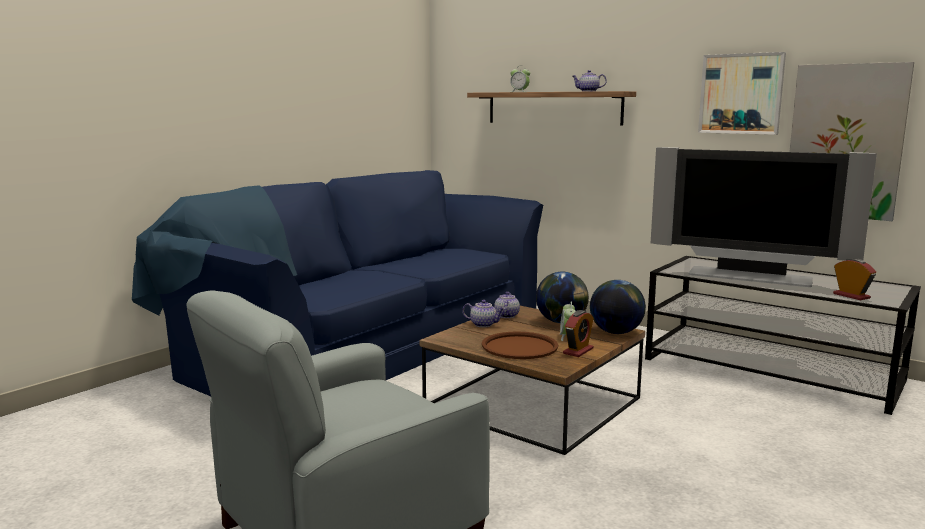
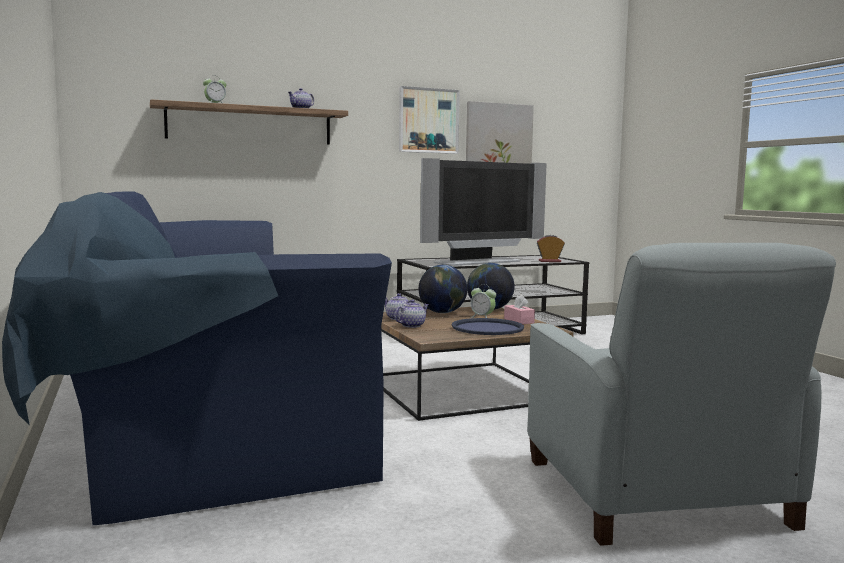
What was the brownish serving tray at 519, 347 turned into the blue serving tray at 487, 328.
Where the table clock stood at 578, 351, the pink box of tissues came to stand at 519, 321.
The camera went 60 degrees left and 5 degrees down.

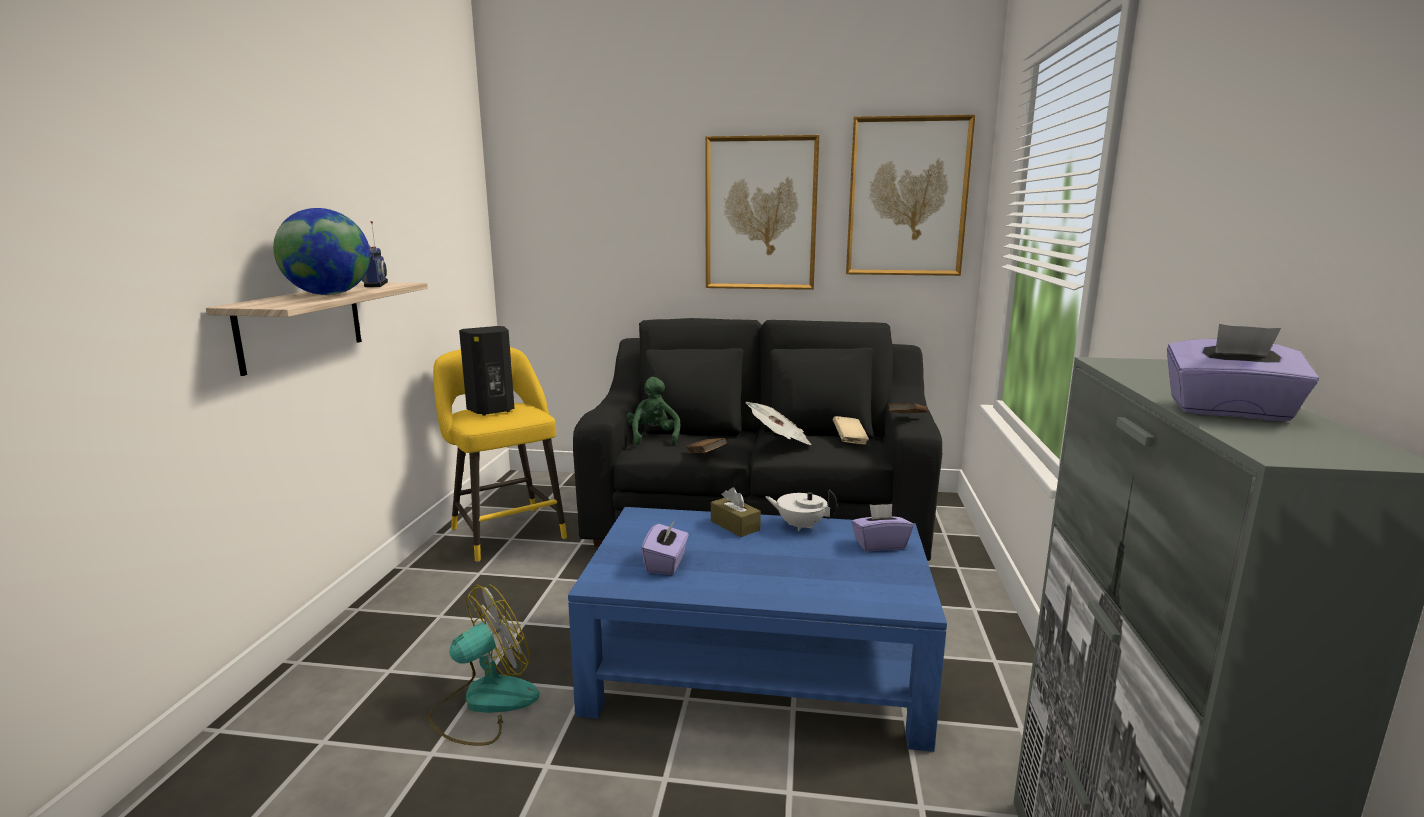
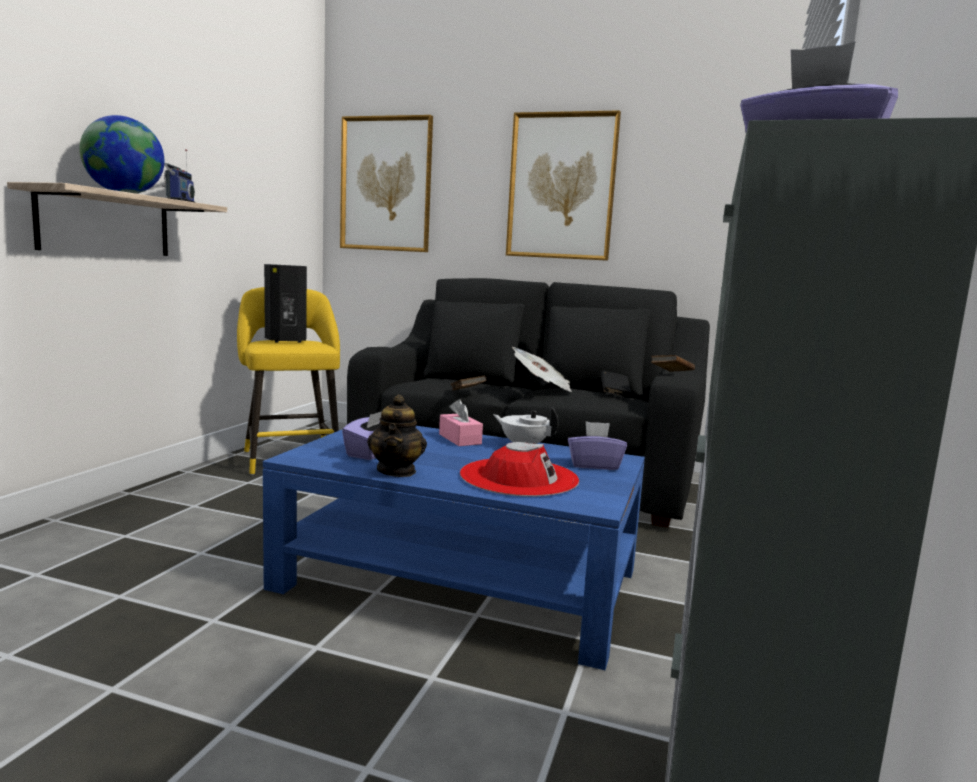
The wall picture ended up elsewhere, having gone from 907, 197 to 386, 184.
The second view gained the tea pot at 397, 471.
What was the brownish box of tissues at 735, 525 turned into the pink box of tissues at 460, 439.
The second view gained the red-coloured wearable hat at 519, 477.
What was the sand-coloured volume at 849, 440 turned into the black volume at 614, 394.
The second view lost the fan at 484, 704.
The second view lost the green-coloured cuddly toy at 653, 437.
The camera went 10 degrees right and 5 degrees down.

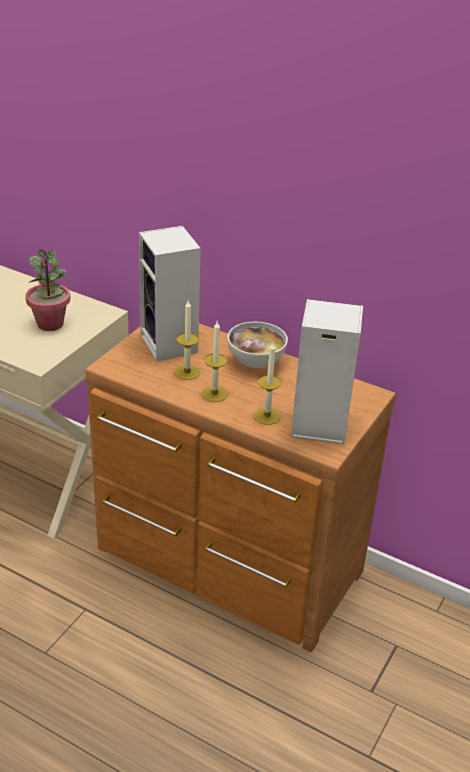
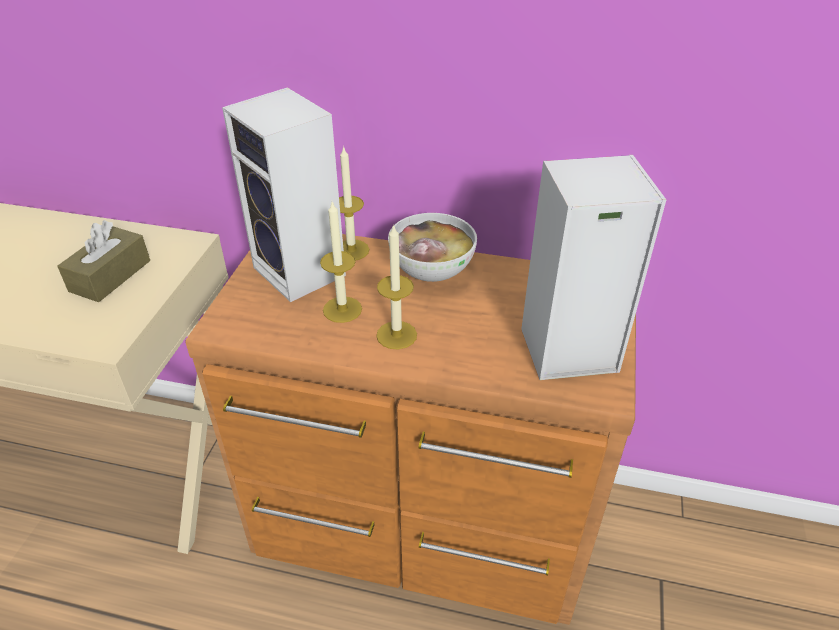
Where the houseplant stood at 50, 324, the brownish box of tissues came to stand at 110, 276.
The wax light ended up elsewhere, having gone from 267, 416 to 351, 250.
The camera went 15 degrees left and 5 degrees up.

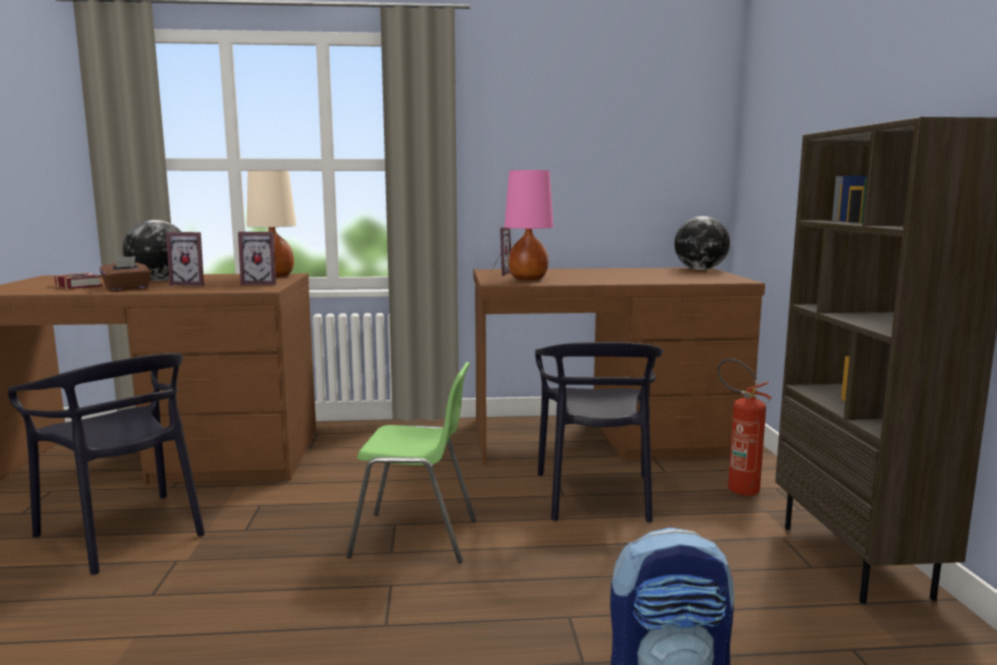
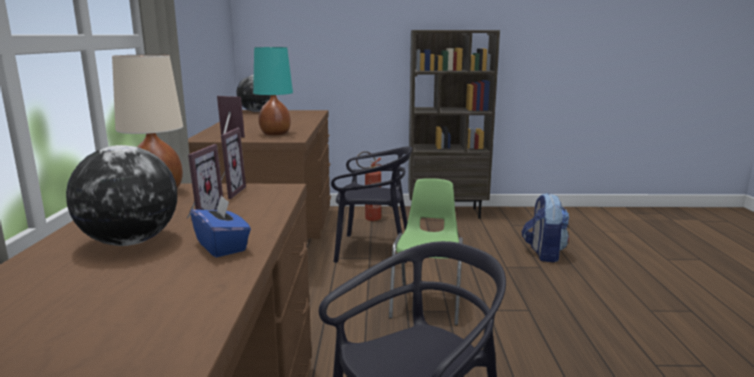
What was the brownish box of tissues at 127, 288 turned into the blue box of tissues at 222, 246.
What was the pink lamp for a table at 527, 279 turned into the turquoise-coloured lamp for a table at 275, 134.
The second view lost the volume at 79, 285.
The camera went 85 degrees left and 5 degrees up.

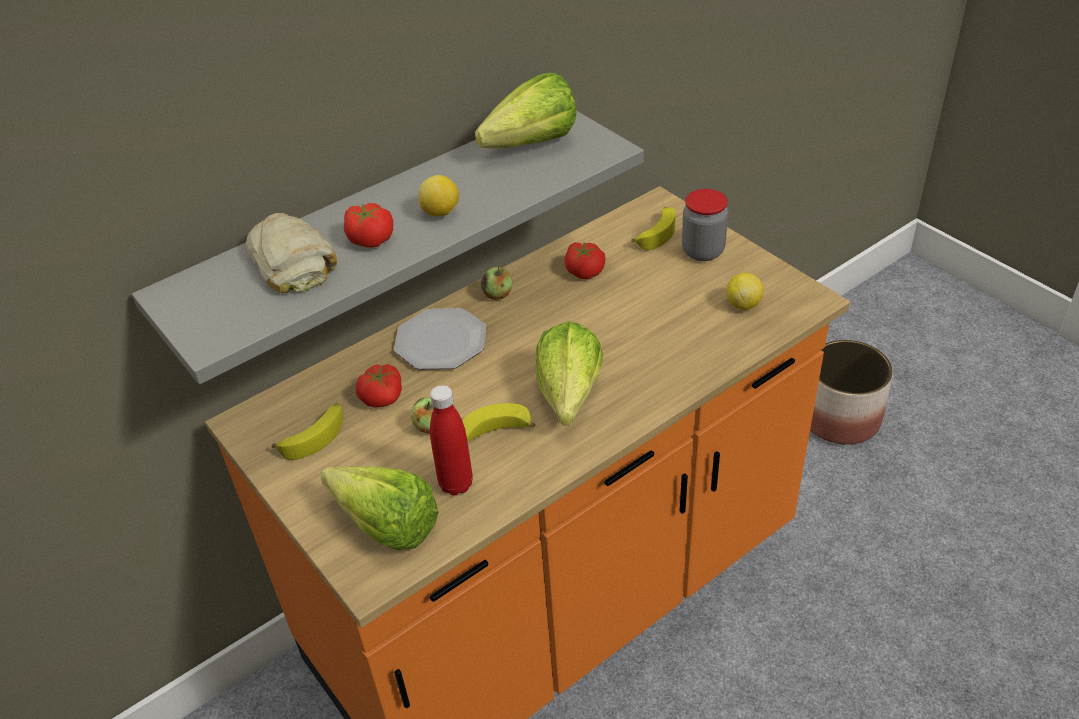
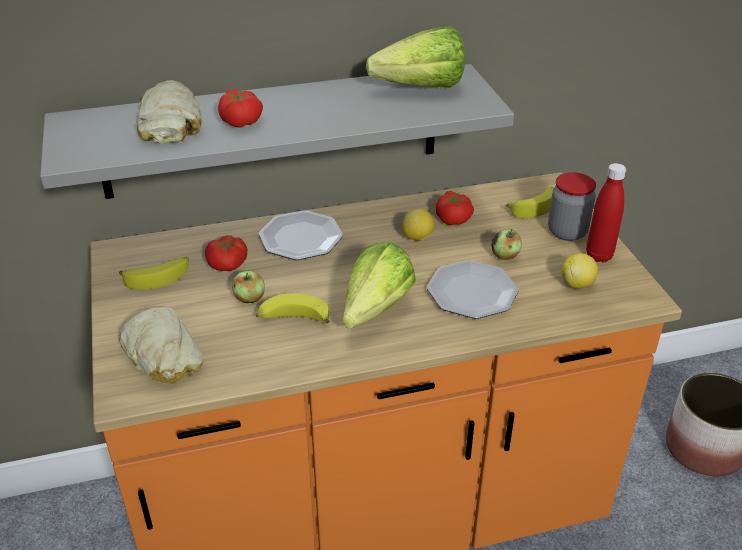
Where the lettuce head stood at 380, 520, the bakery bread came to stand at 162, 354.
The whole lemon ended up elsewhere, having gone from 441, 213 to 417, 238.
The second view gained the plate at 471, 293.
The apple fruit ended up elsewhere, having gone from 498, 295 to 505, 255.
The red-coloured beverage bottle ended up elsewhere, having gone from 456, 484 to 599, 256.
The camera went 20 degrees right and 5 degrees down.

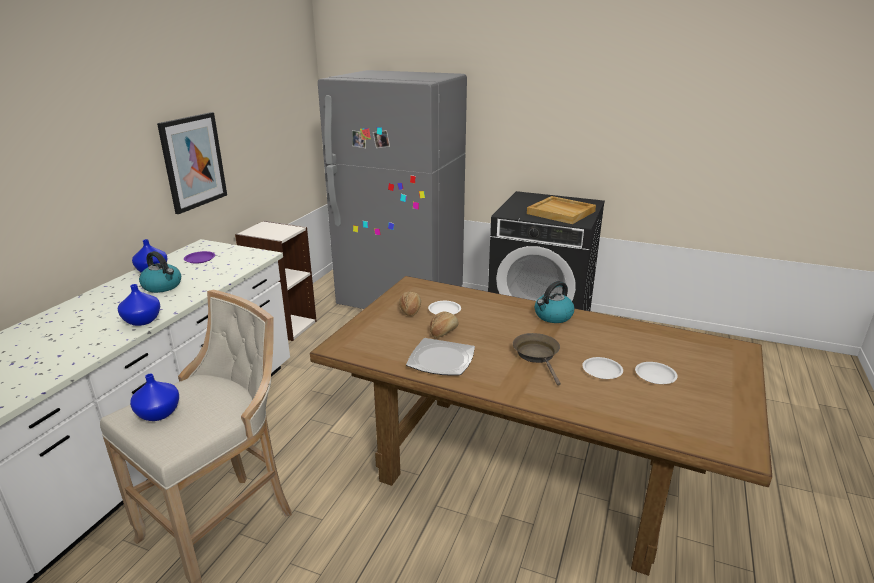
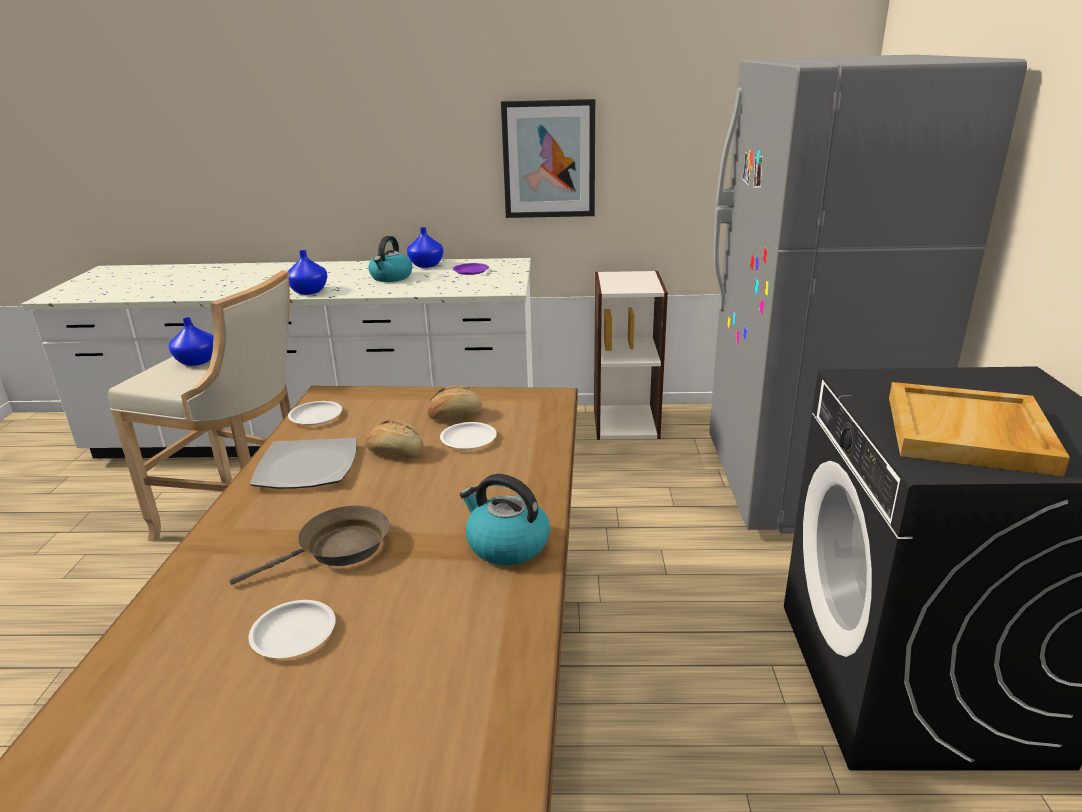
The white-coloured plate ended up elsewhere, having gone from 655, 375 to 316, 416.
The camera went 70 degrees right and 0 degrees up.

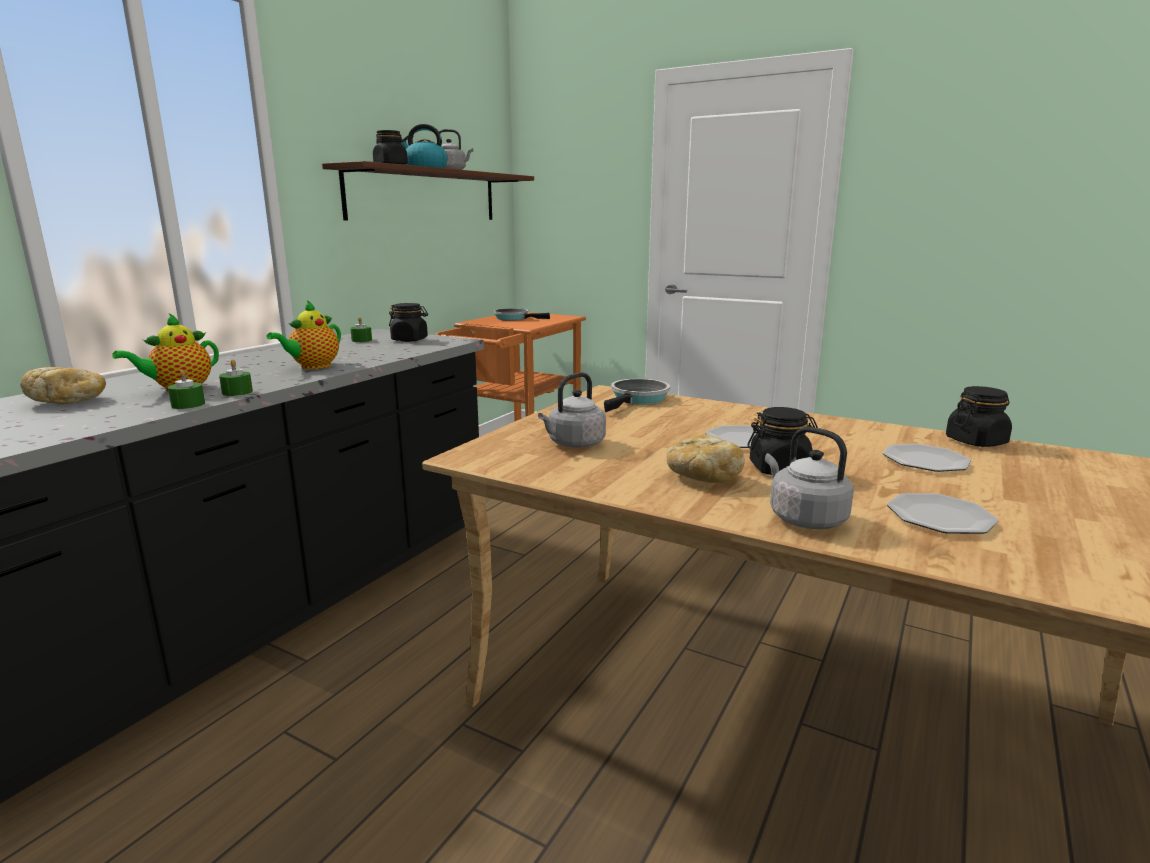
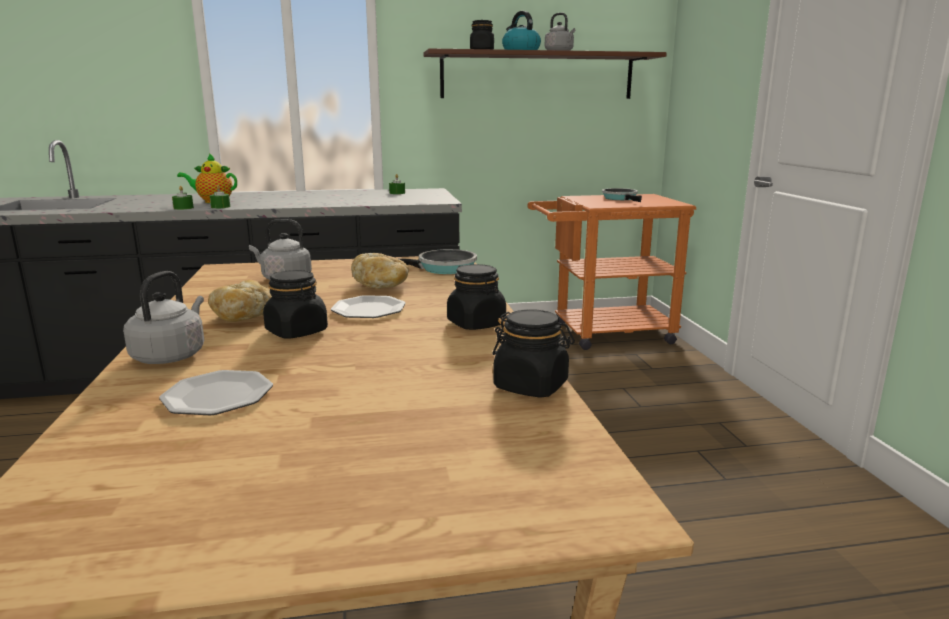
The bakery bread ended up elsewhere, having gone from 70, 401 to 381, 285.
The black storage jar ended up elsewhere, having gone from 410, 340 to 476, 324.
The second view lost the tea pot at 313, 367.
The second view lost the plate at 925, 461.
The camera went 50 degrees right and 0 degrees up.

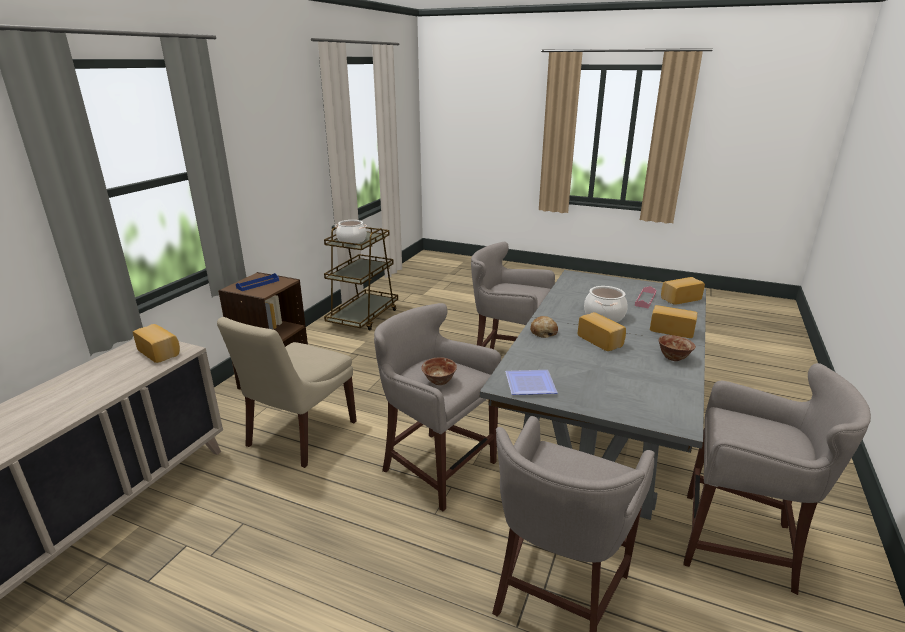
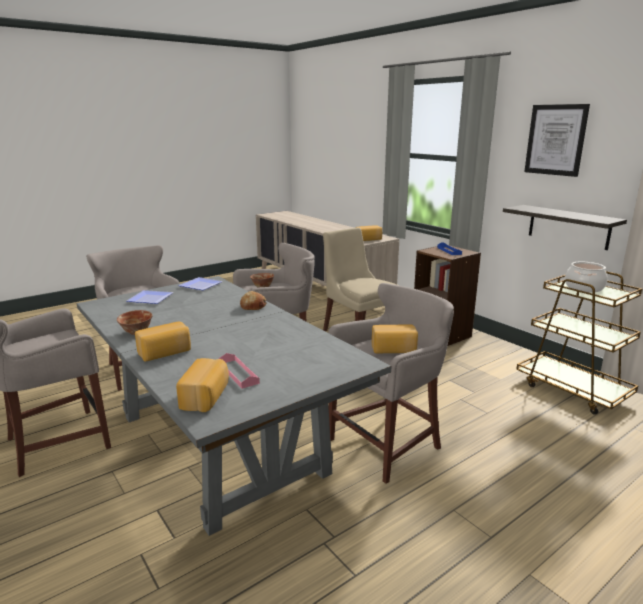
The second view gained the plate at 150, 299.
The bakery bread ended up elsewhere, having gone from 601, 340 to 394, 350.
The second view gained the shelf at 568, 227.
The second view gained the wall picture at 555, 140.
The second view lost the saucepot at 604, 315.
The camera went 120 degrees right and 5 degrees down.

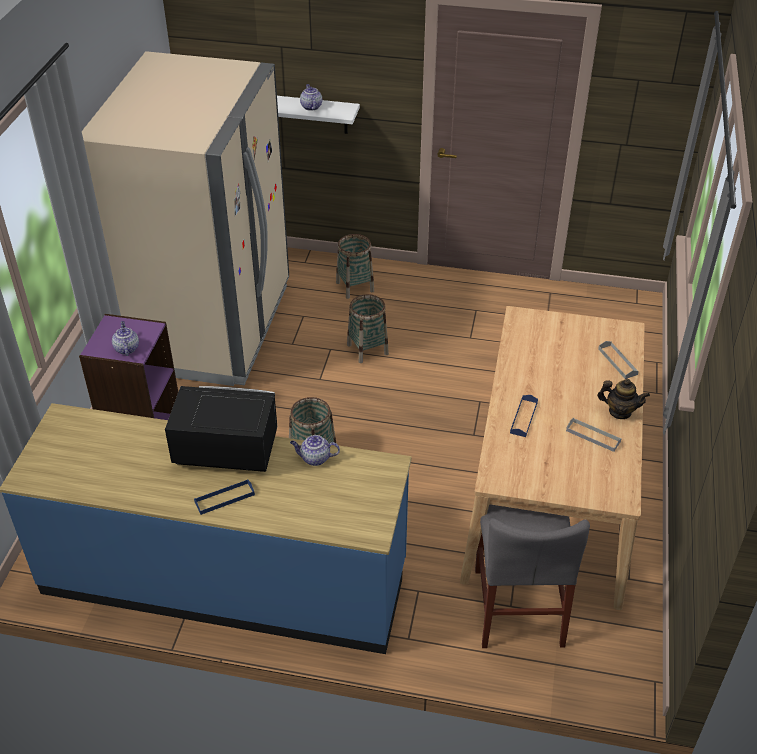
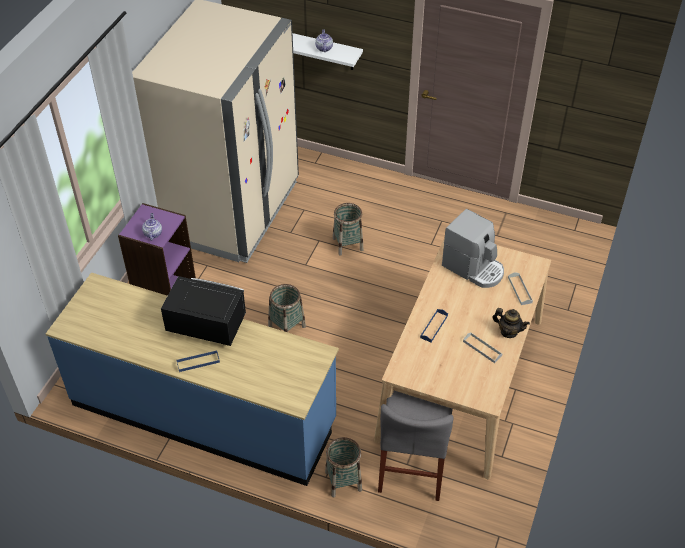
The storage basket ended up elsewhere, having gone from 355, 287 to 343, 481.
The second view gained the coffee brewer at 474, 268.
The second view lost the tea pot at 314, 458.
The camera went 10 degrees right and 5 degrees up.

